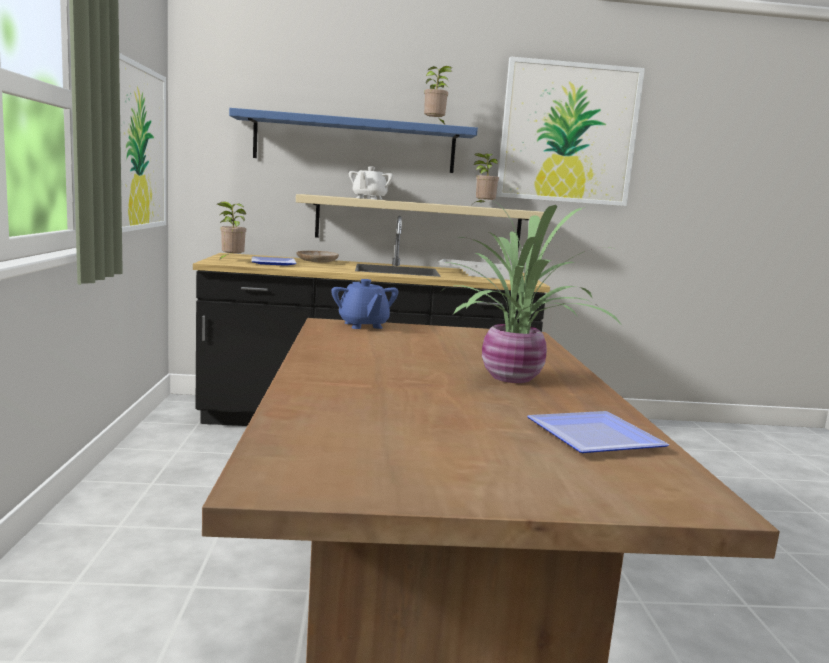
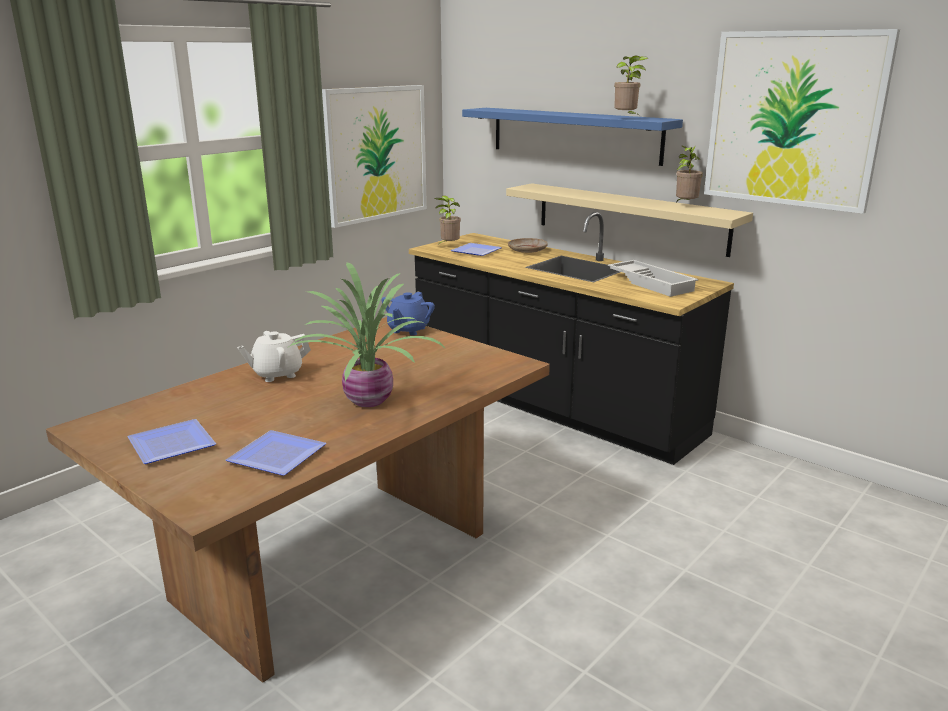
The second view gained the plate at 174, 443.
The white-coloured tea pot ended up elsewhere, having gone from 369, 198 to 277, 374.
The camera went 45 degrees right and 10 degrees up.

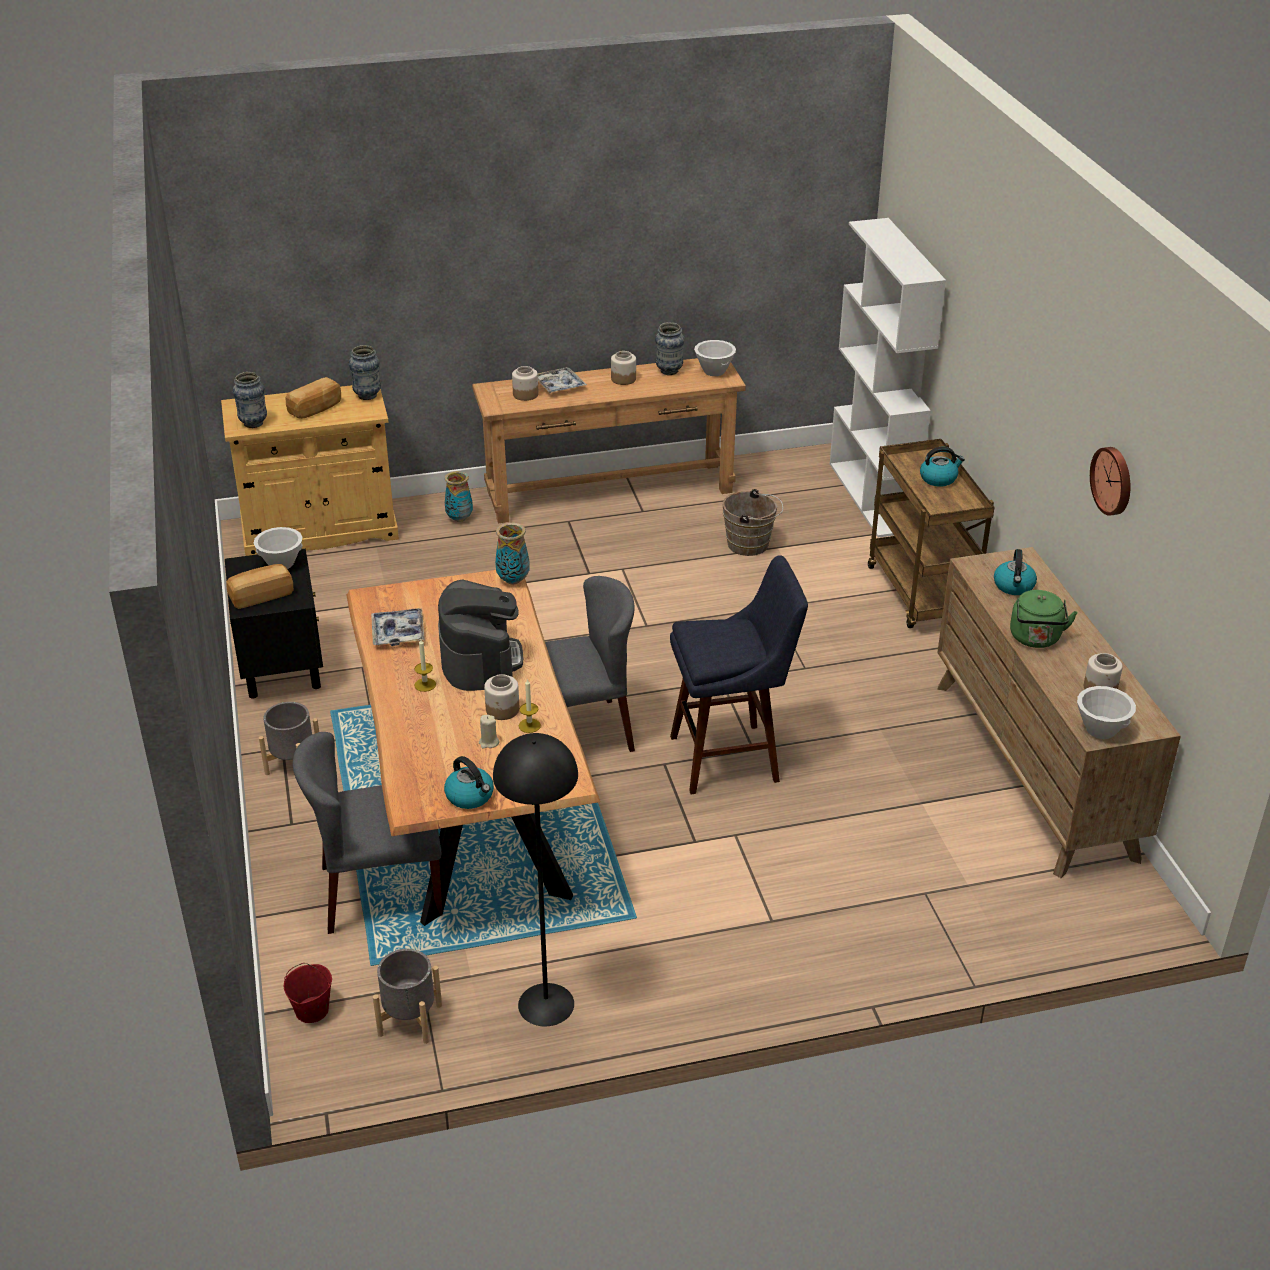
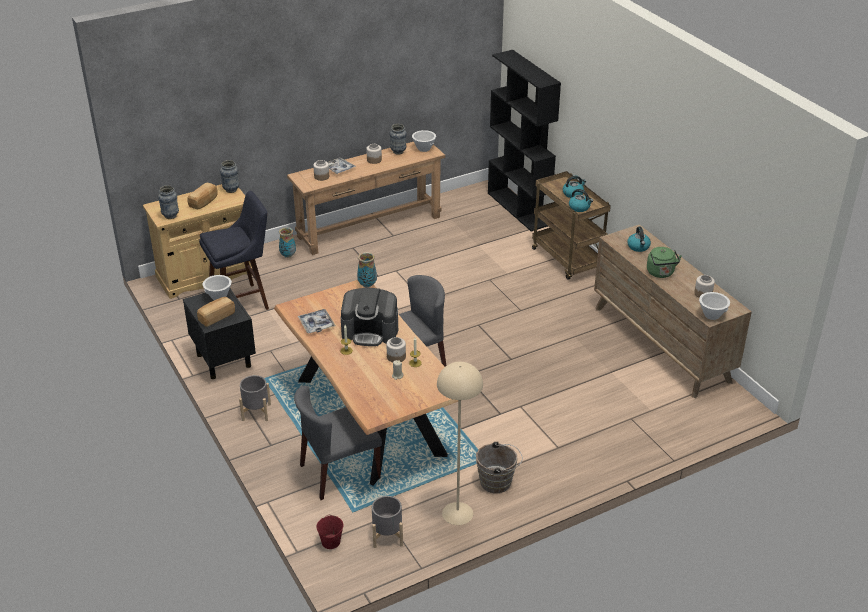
The blue stool ended up elsewhere, having gone from 732, 757 to 242, 301.
The coffee brewer at 480, 660 ended up facing another way, 120 degrees clockwise from before.
What was the black floor lamp at 546, 1004 turned into the sand-coloured floor lamp at 458, 513.
The brownish bucket ended up elsewhere, having gone from 751, 545 to 498, 482.
What was the white-coloured bookshelf at 872, 497 turned into the black bookshelf at 519, 209.
The tea kettle ended up elsewhere, having gone from 470, 796 to 579, 207.
The second view lost the wall clock at 1113, 480.
The camera went 15 degrees left and 0 degrees up.

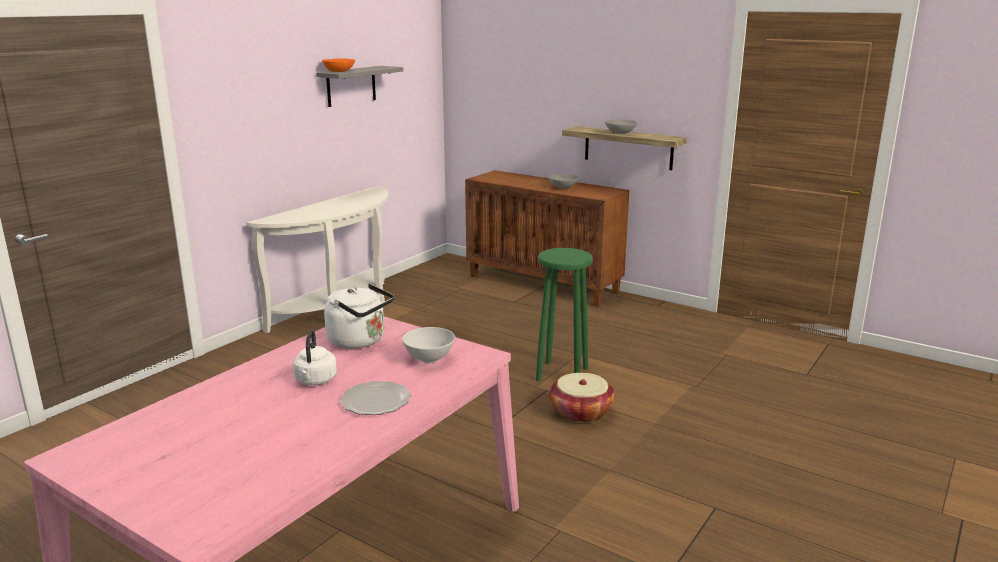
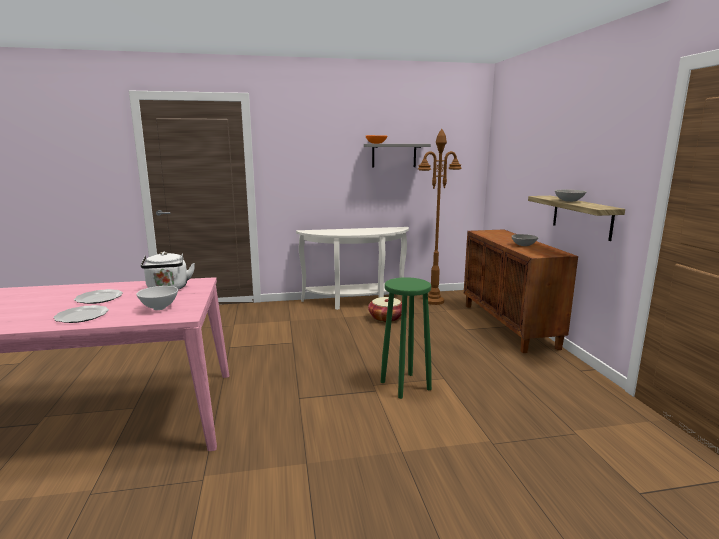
Where the white-coloured tea kettle stood at 315, 381, the plate came to stand at 99, 298.
The storage basket ended up elsewhere, having gone from 581, 412 to 386, 318.
The second view gained the brownish floor lamp at 434, 301.
The camera went 45 degrees right and 5 degrees down.

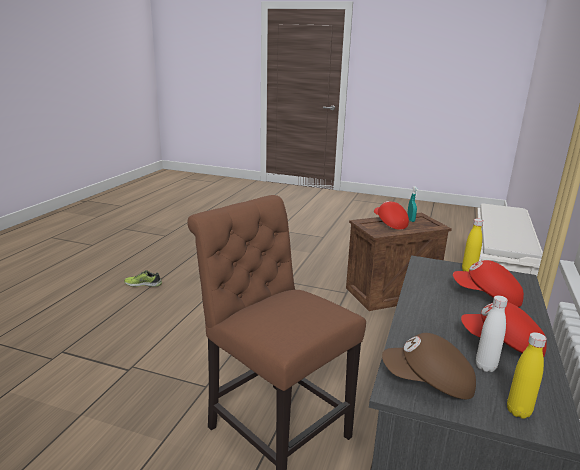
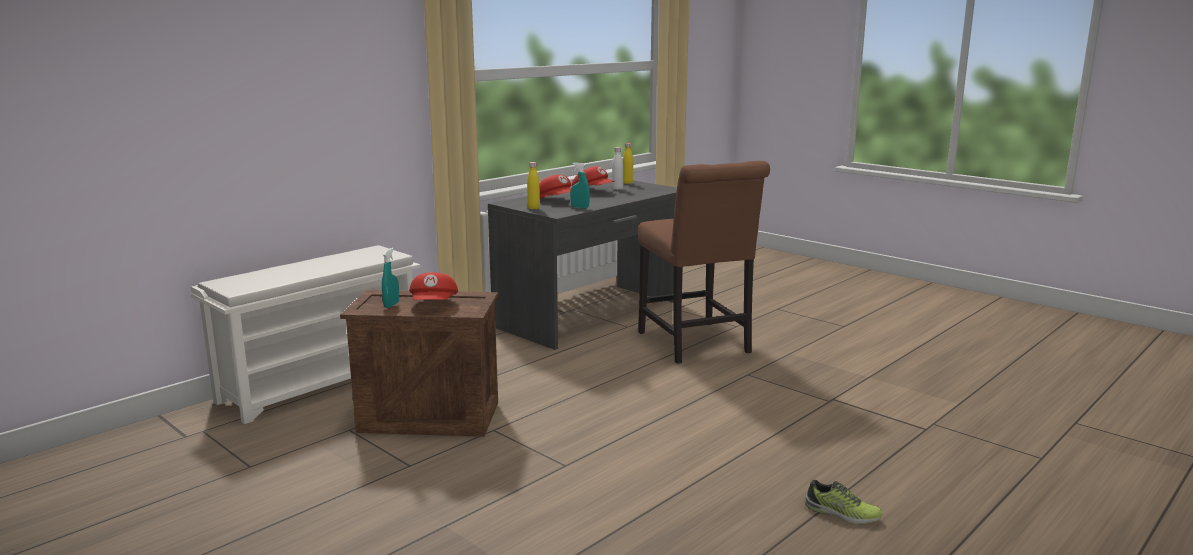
The second view gained the turquoise-coloured spray bottle at 580, 207.
The second view lost the brownish baseball cap at 428, 383.
The camera went 155 degrees left and 5 degrees down.

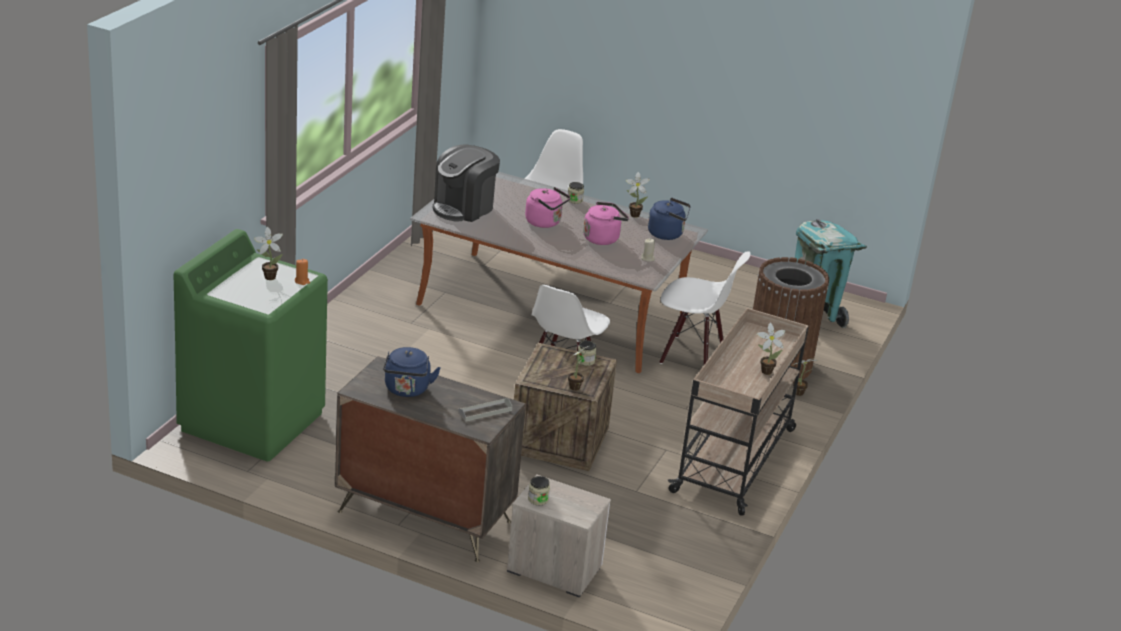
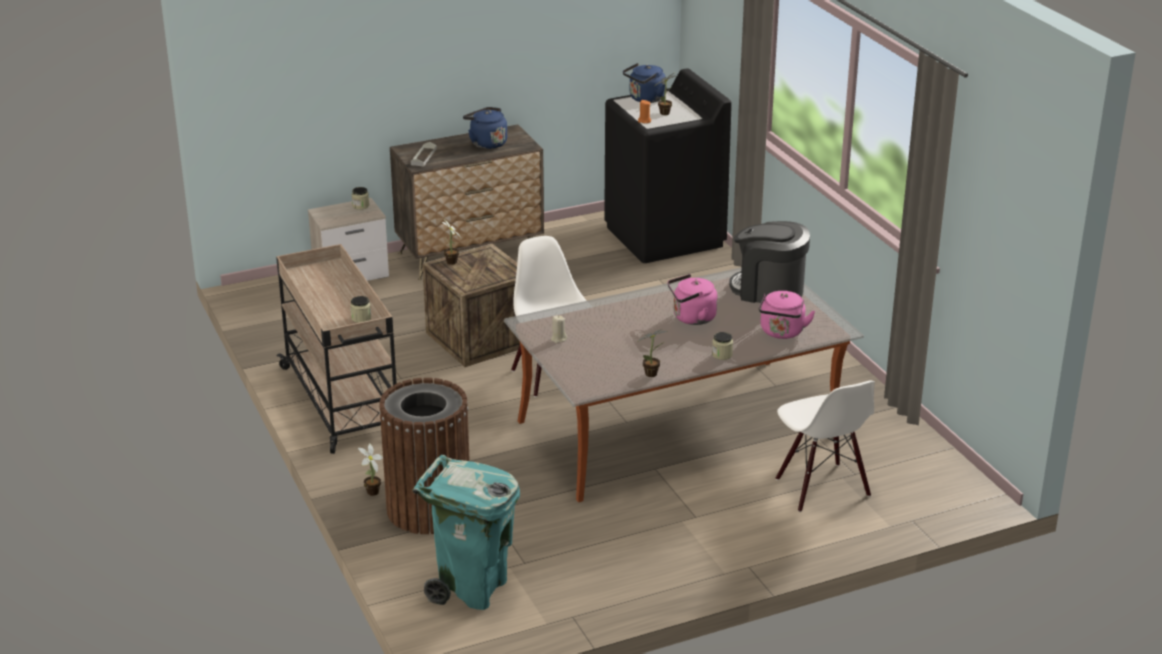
The storage jar ended up elsewhere, having gone from 585, 361 to 361, 318.
What was the green-coloured washing machine at 252, 421 turned into the black washing machine at 664, 237.
The blue tea kettle ended up elsewhere, having gone from 667, 234 to 645, 99.
The coffee brewer at 464, 208 ended up facing another way, 60 degrees counterclockwise from before.
The pink tea kettle ended up elsewhere, having gone from 603, 238 to 782, 333.
The second view lost the white-coloured upright chair at 692, 356.
The second view lost the houseplant at 764, 371.
The camera went 135 degrees right and 0 degrees up.

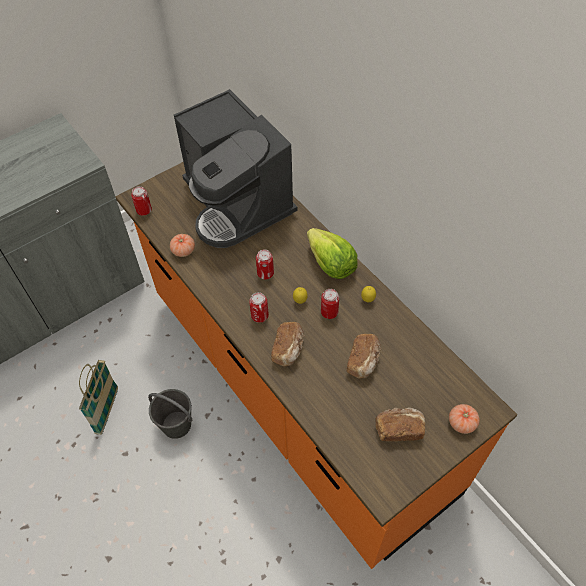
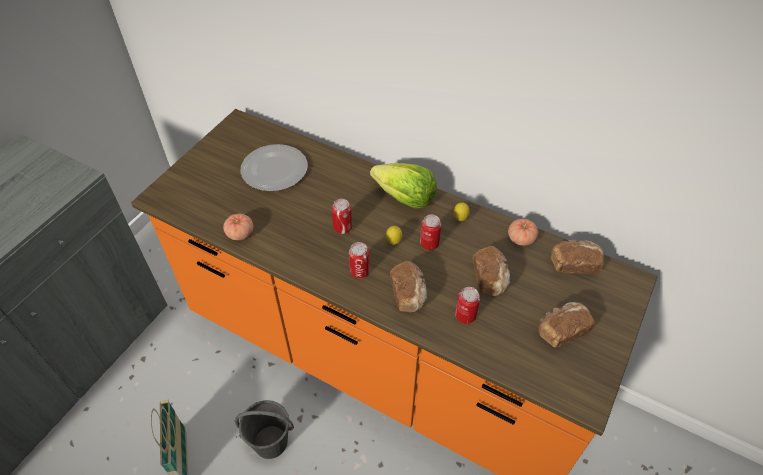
Where the coffee brewer stood at 237, 203, the plate came to stand at 275, 169.
The metal can ended up elsewhere, having gone from 144, 210 to 465, 316.
The fresh tomato ended up elsewhere, having gone from 462, 423 to 521, 238.
The second view gained the bakery bread at 574, 264.
The camera went 25 degrees left and 5 degrees down.

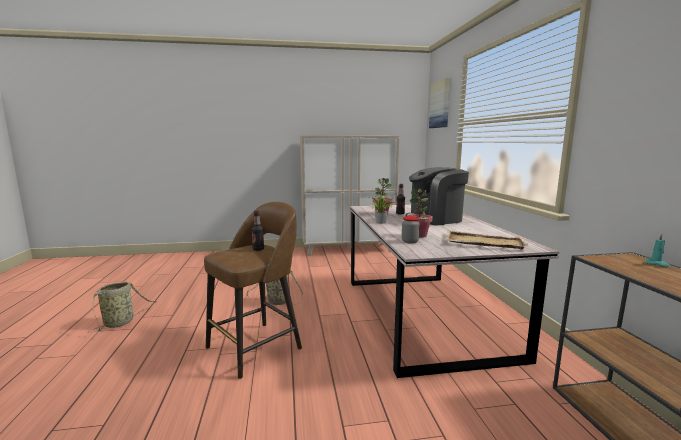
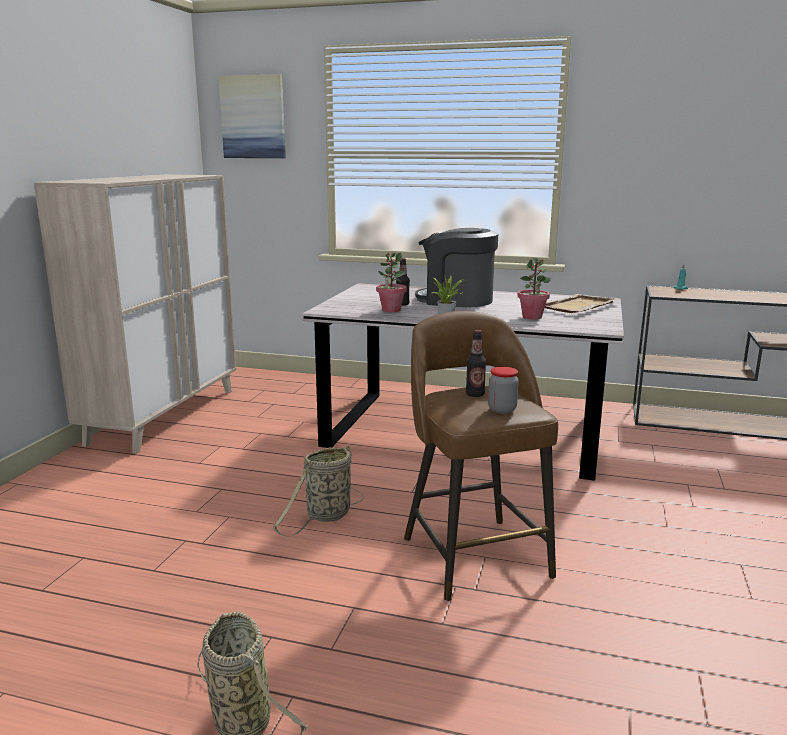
The coffee brewer at 435, 219 ended up facing another way, 105 degrees clockwise from before.
The storage jar ended up elsewhere, having gone from 410, 241 to 502, 409.
The camera went 65 degrees left and 5 degrees up.

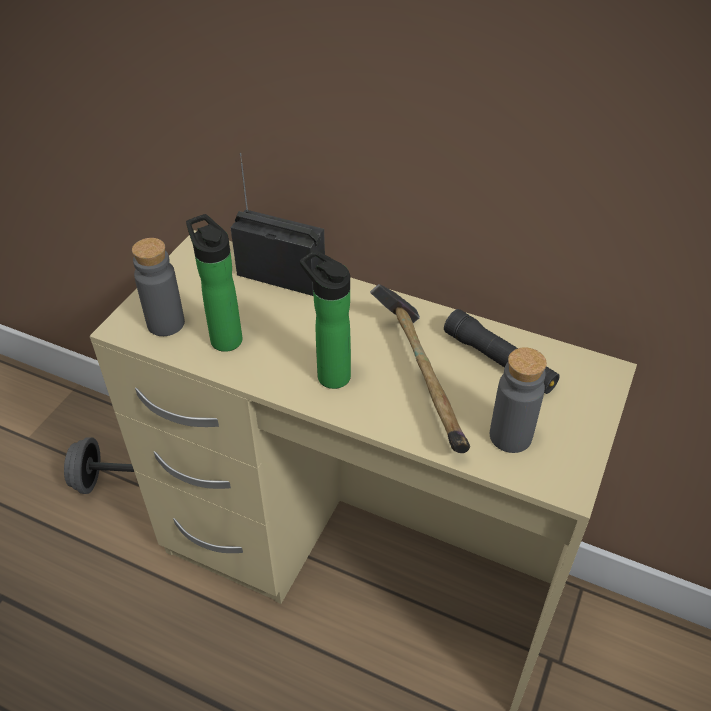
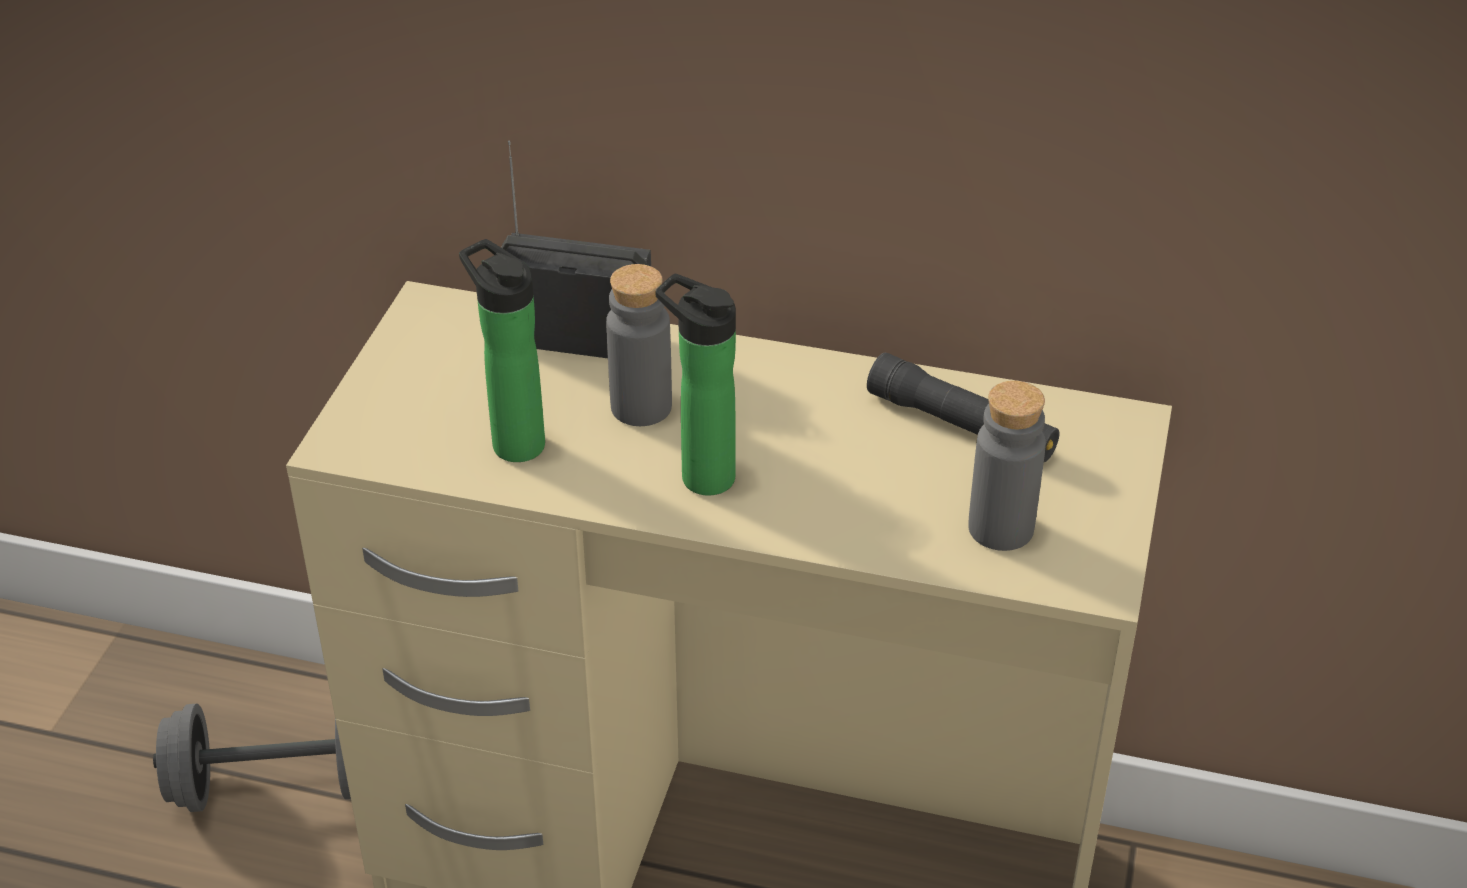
The grey beverage bottle ended up elsewhere, having gone from 166, 323 to 641, 407.
The second view lost the hand hammer at 422, 380.
The camera went 10 degrees left and 5 degrees down.

